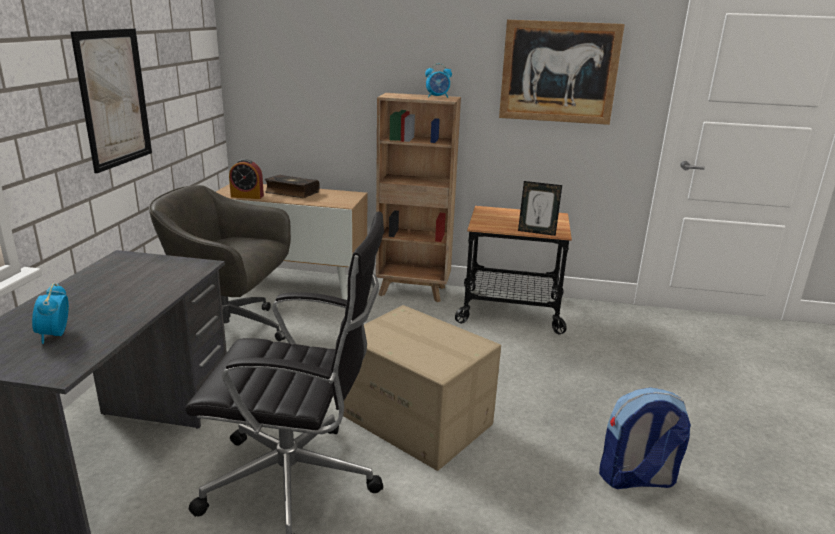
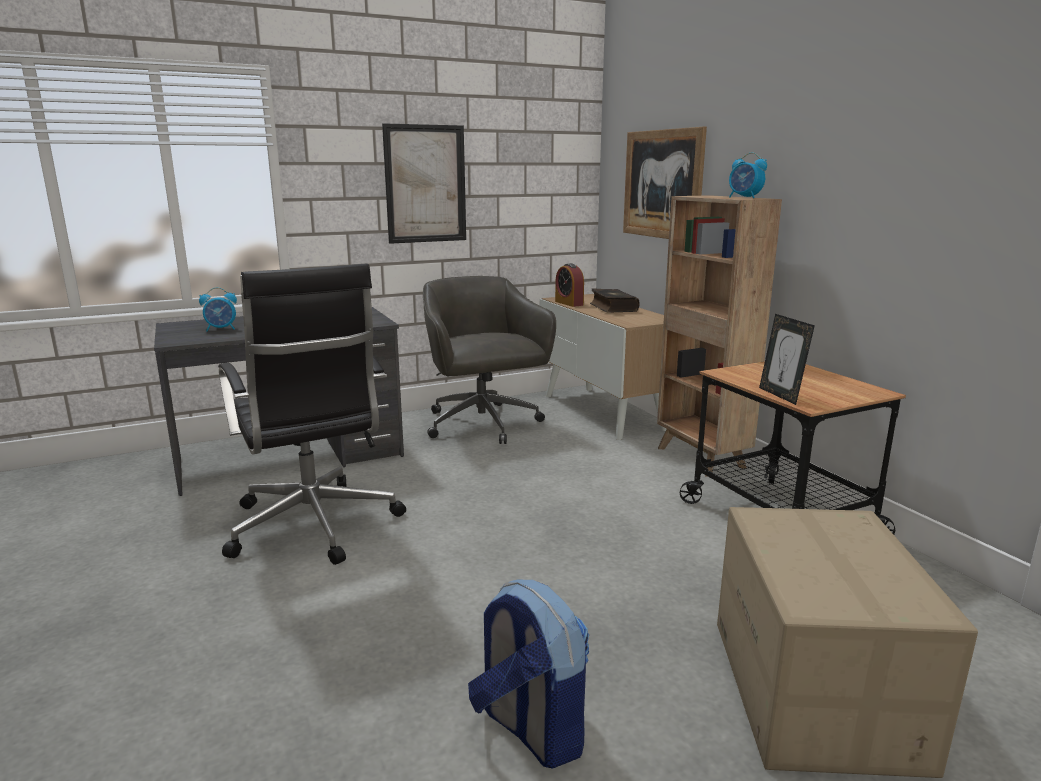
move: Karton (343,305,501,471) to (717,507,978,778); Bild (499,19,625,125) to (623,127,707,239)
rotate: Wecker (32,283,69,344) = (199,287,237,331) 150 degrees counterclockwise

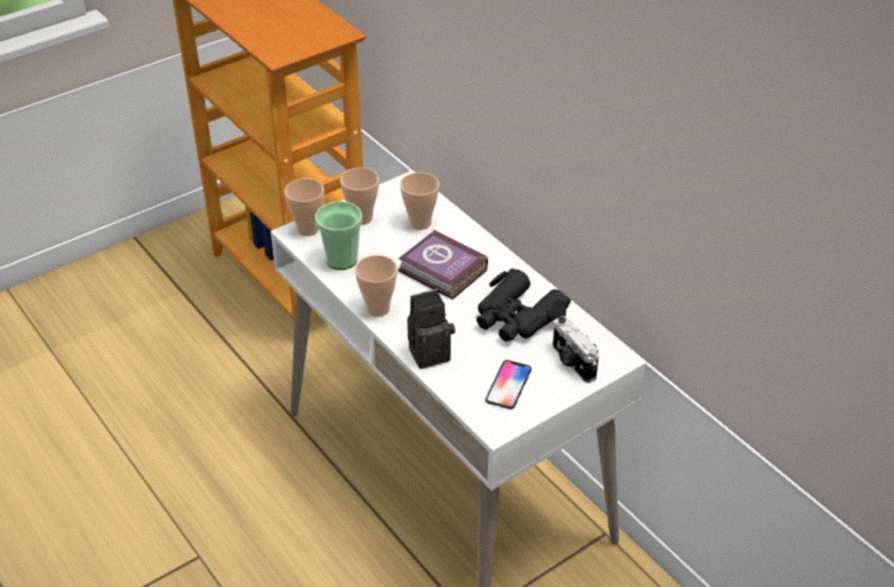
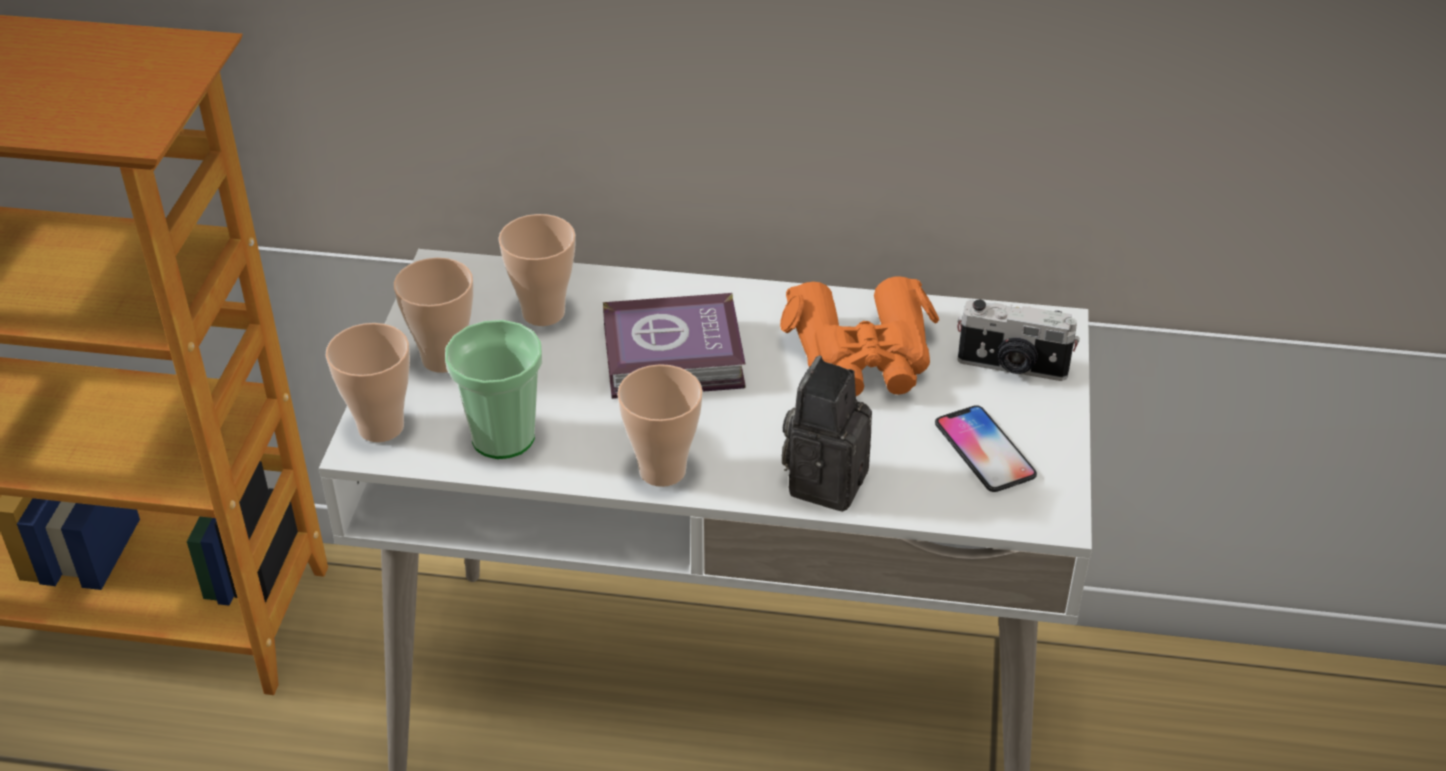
recolor: Fernglas (schwarz) (476,268,571,342) to Fernglas (orange) (780,277,939,396)

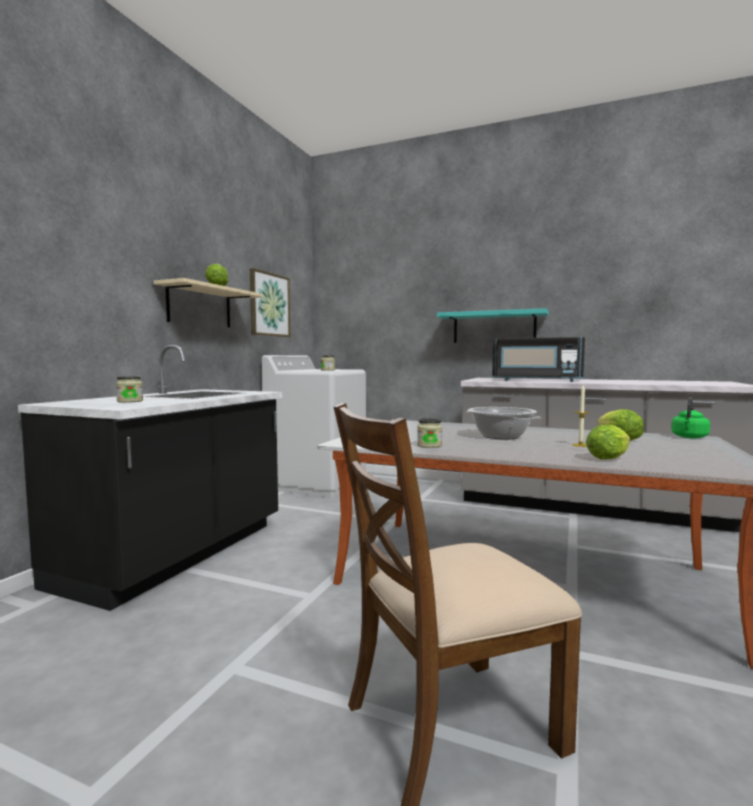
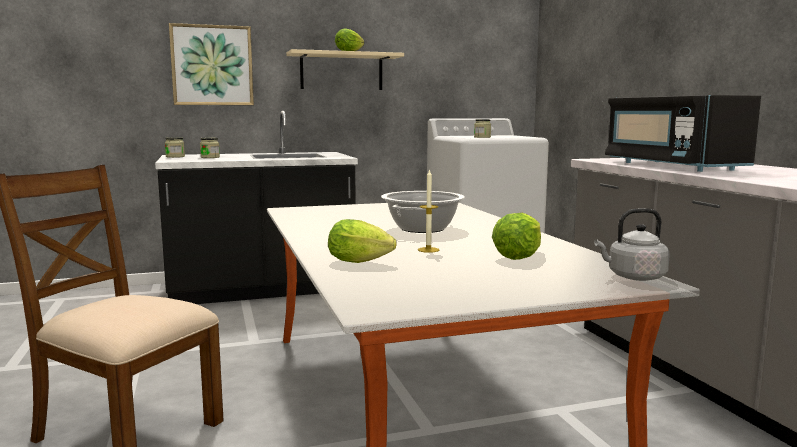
delete: Wandregal (türkis) (437,308,549,343)
move: Bild (250,268,291,337) to (169,23,254,105); Vorratsglas (417,418,442,448) to (165,137,185,158)
recolor: Wasserkessel (grün) (671,397,710,438) to Wasserkessel (grau) (594,208,670,281)

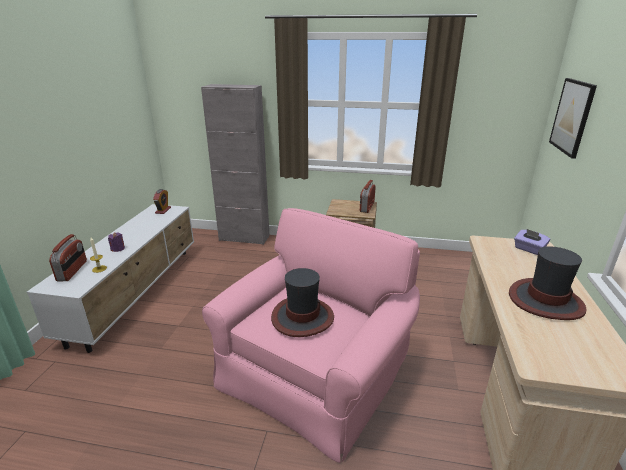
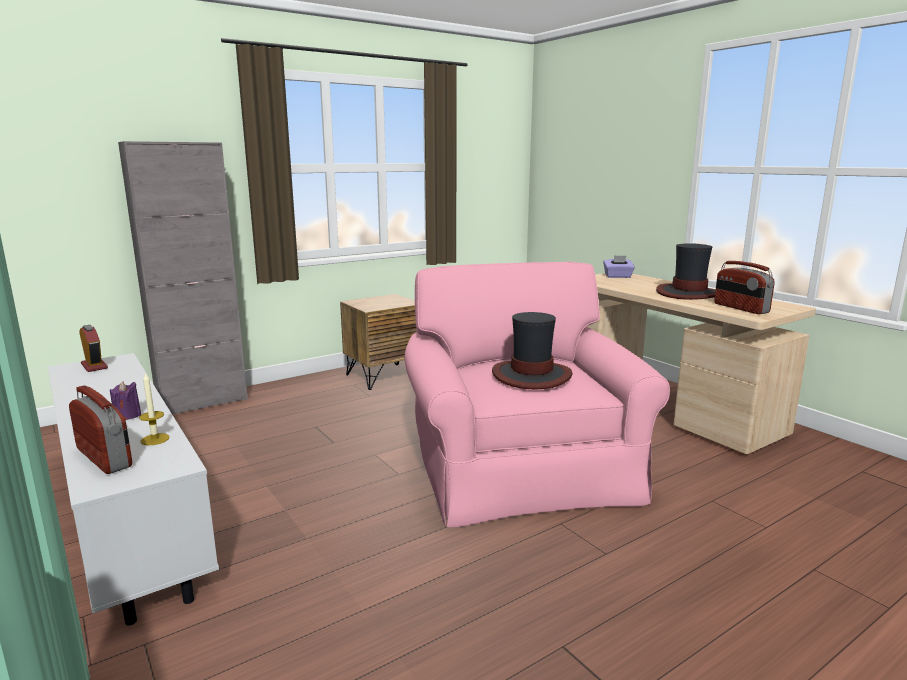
delete: Bild (549,78,597,159)
move: Radio (360,180,376,213) to (714,261,775,314)

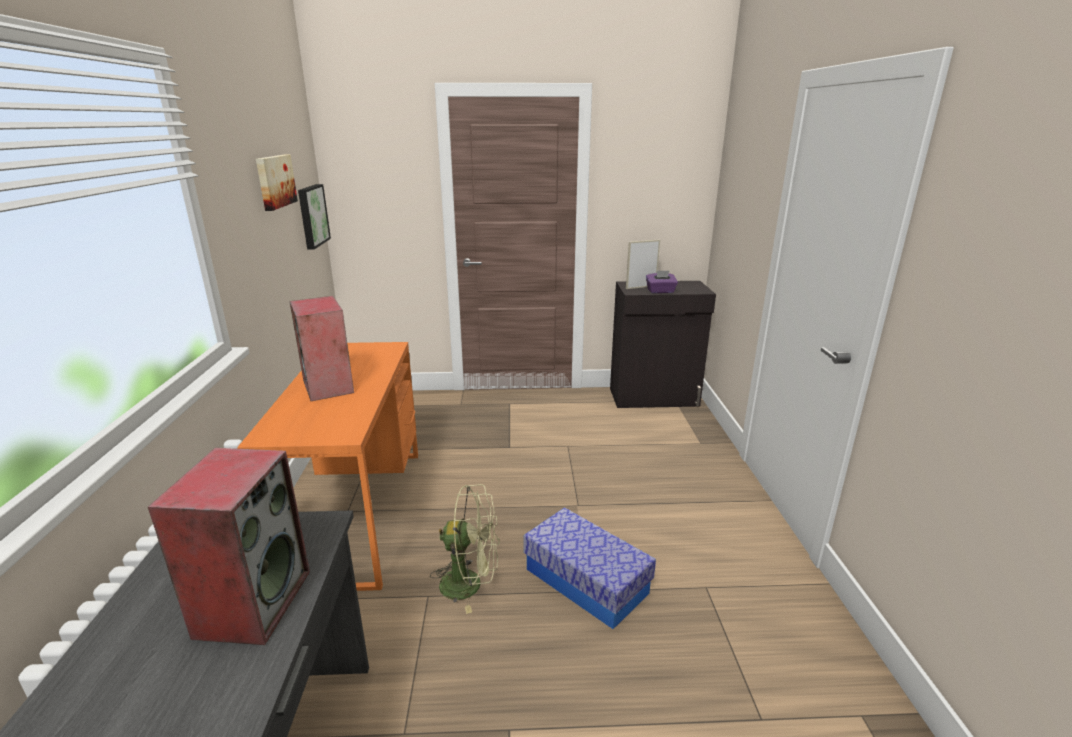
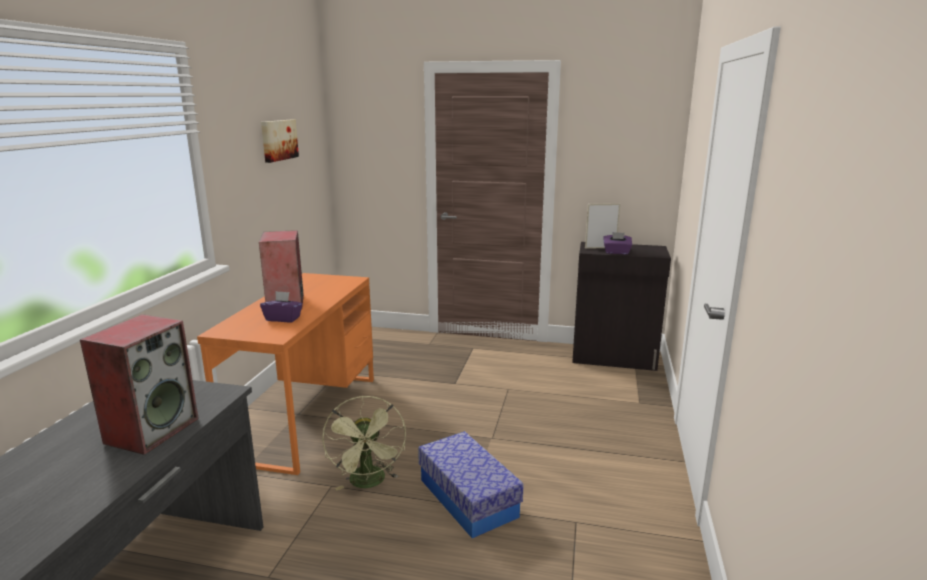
delete: Bild (298,184,331,250)
insert: Taschentuchbox (lila) (260,291,303,322)
rotate: Ventilator (grün) (430,484,499,614) = (322,396,406,490) 60 degrees clockwise

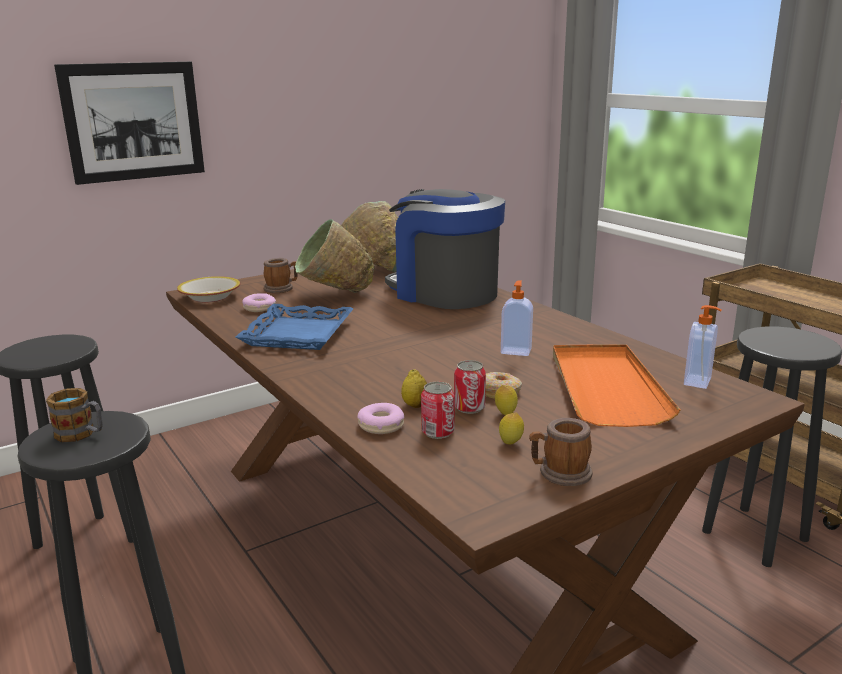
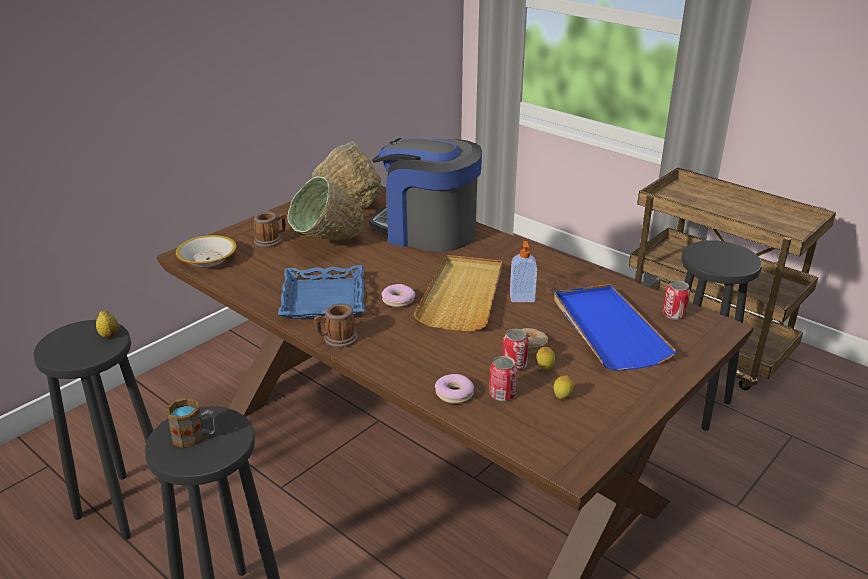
delete: Bild (54,62,205,185)
insert: Tablett (beige) (414,255,502,332)
move: Donut (242,293,276,312) to (382,284,415,307); Zitrone (401,369,427,408) to (96,310,118,338); Henkelbecher (529,418,593,486) to (314,303,358,348)
replace: Seifenspender (684,305,722,389) to Dose (663,280,690,320)
recolor: Tablett (orange) (553,344,680,427) to Tablett (blau) (554,284,677,371)

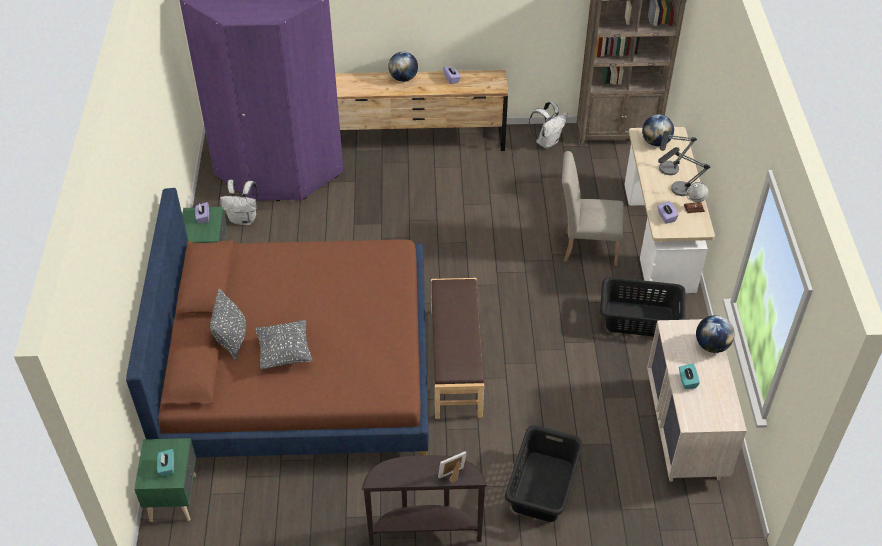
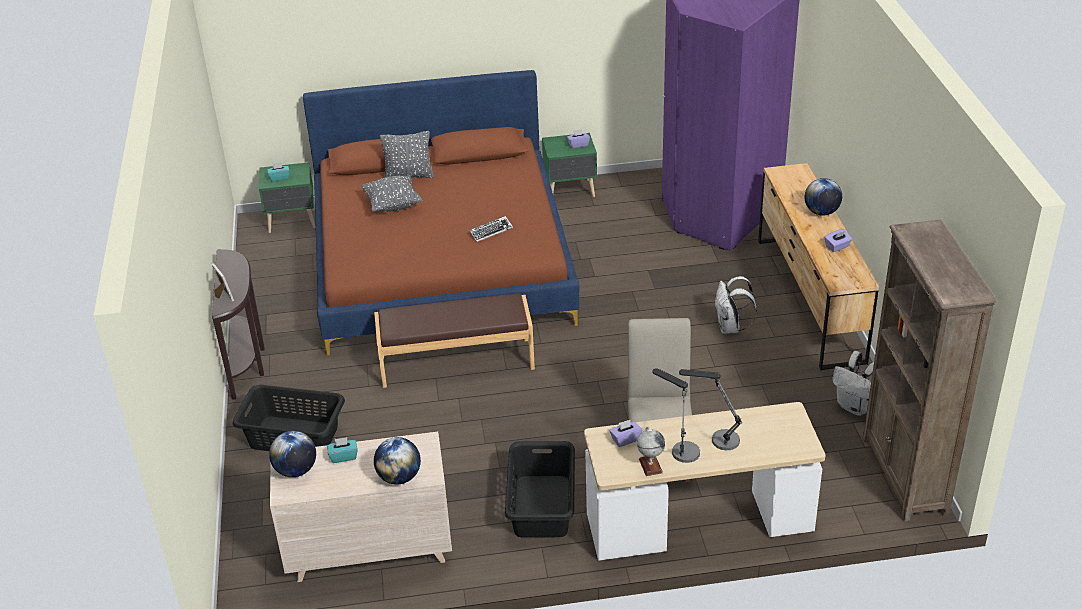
insert: Tastatur (469,216,513,242)
move: Rucksack (weiß) (220,180,258,225) to (715,276,757,334); Globus (642,114,674,146) to (269,431,316,477)

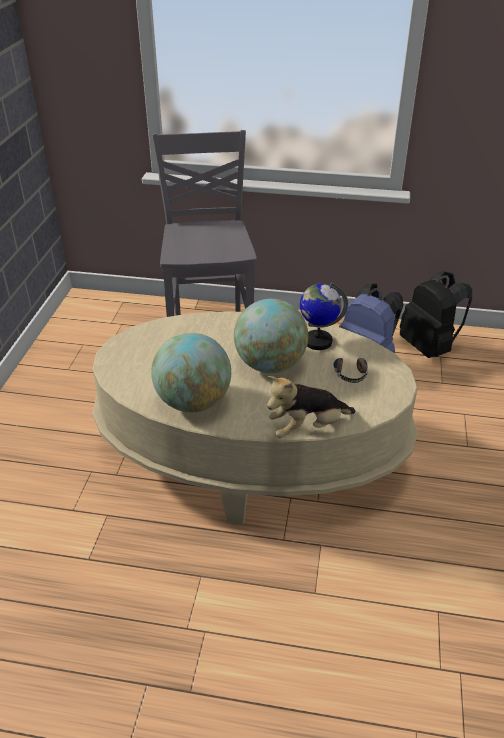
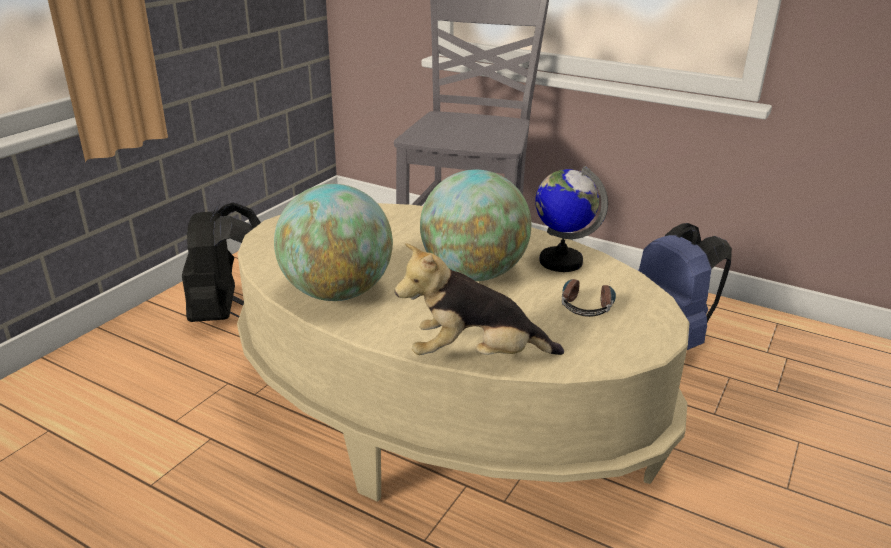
move: Rucksack (schwarz) (400,271,472,358) to (182,203,261,322)

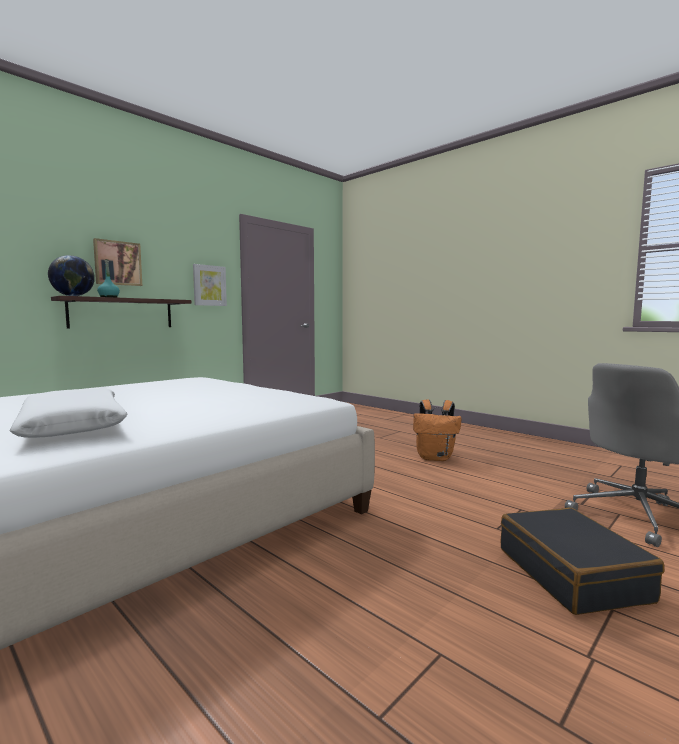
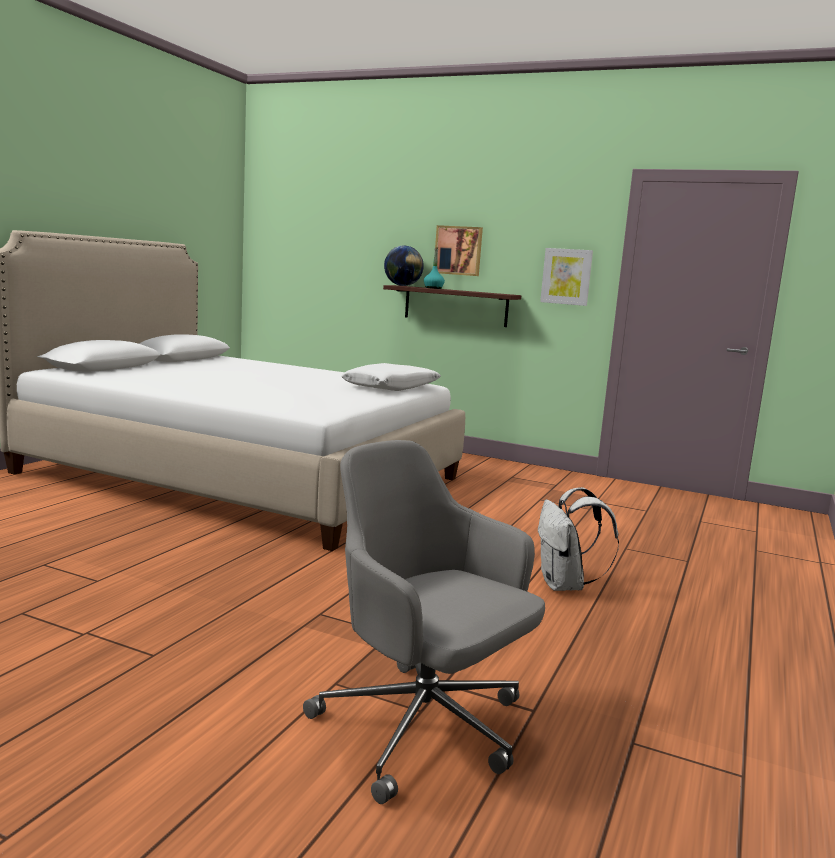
delete: Koffer (schwarz) (501,508,664,615)
move: Kissen (weiß) (10,388,127,438) to (341,363,441,391)
recolor: Rucksack (orange) (413,399,462,461) to Rucksack (weiß) (538,487,619,591)

